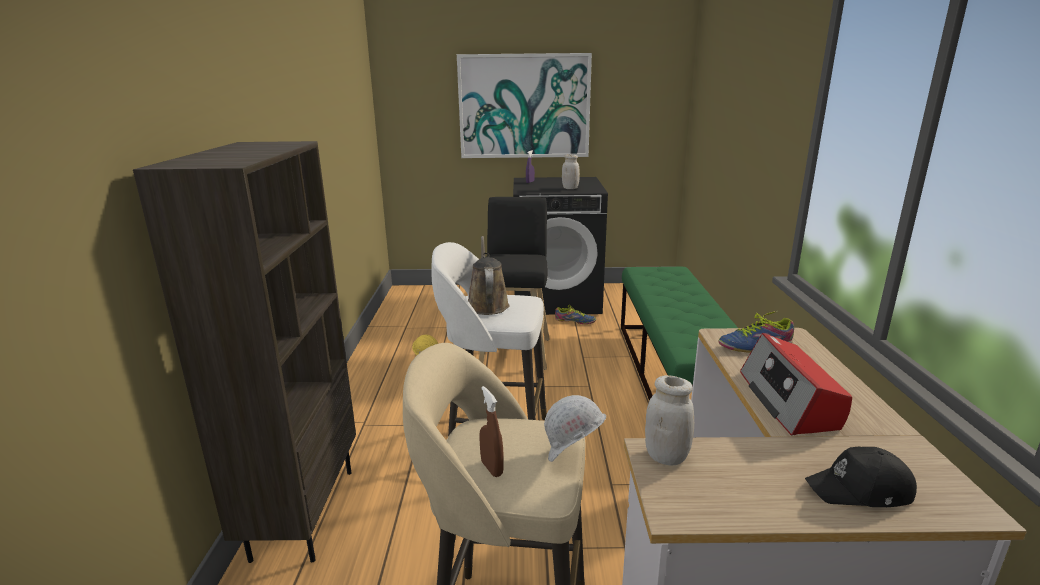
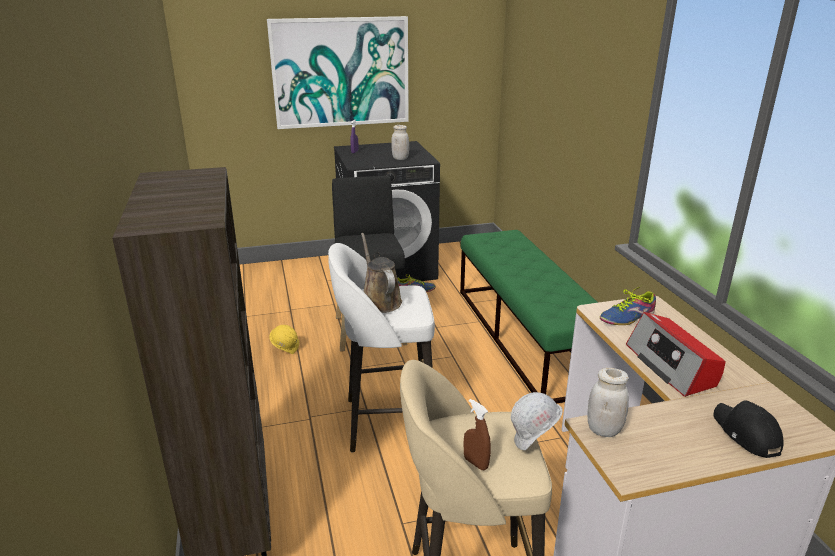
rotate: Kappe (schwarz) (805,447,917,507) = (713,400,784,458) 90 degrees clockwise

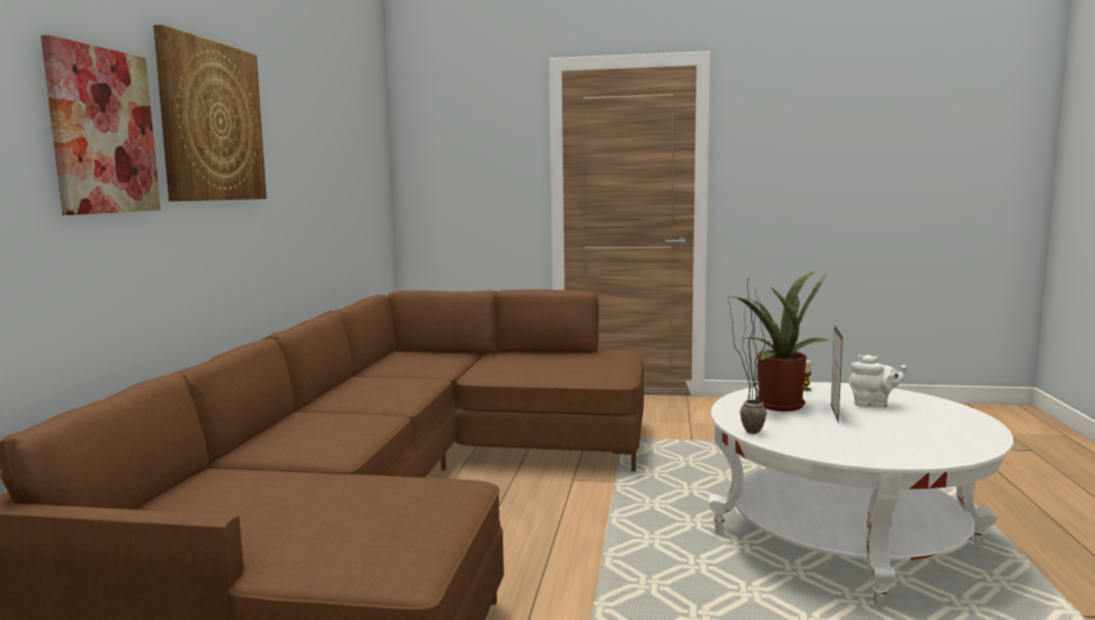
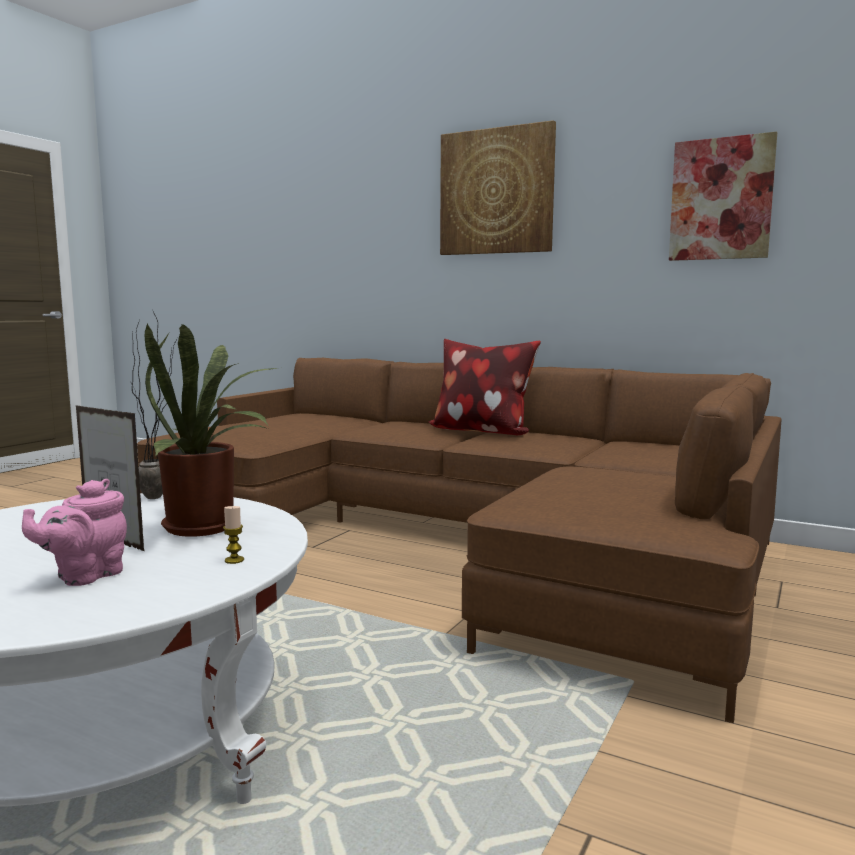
insert: Kissen (429,339,541,435)
move: Bild (41,35,161,215) to (669,132,777,261)
recolor: Teekanne (weiß) (849,354,908,407) to Teekanne (rosa) (22,479,127,586)

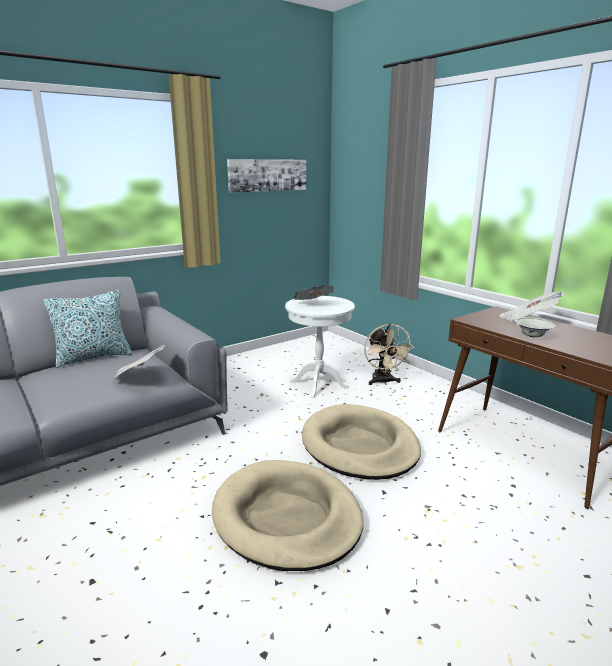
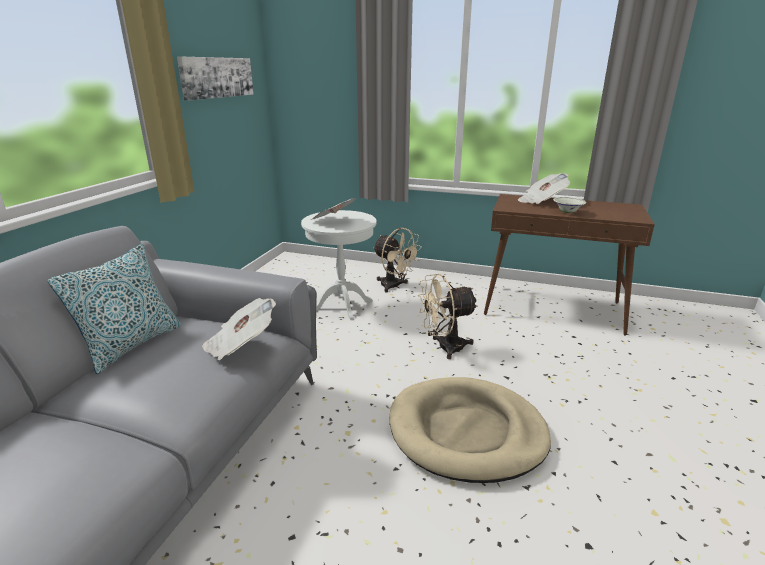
replace: Hundebett (beige) (302,404,421,480) to Ventilator (beige) (418,274,478,359)

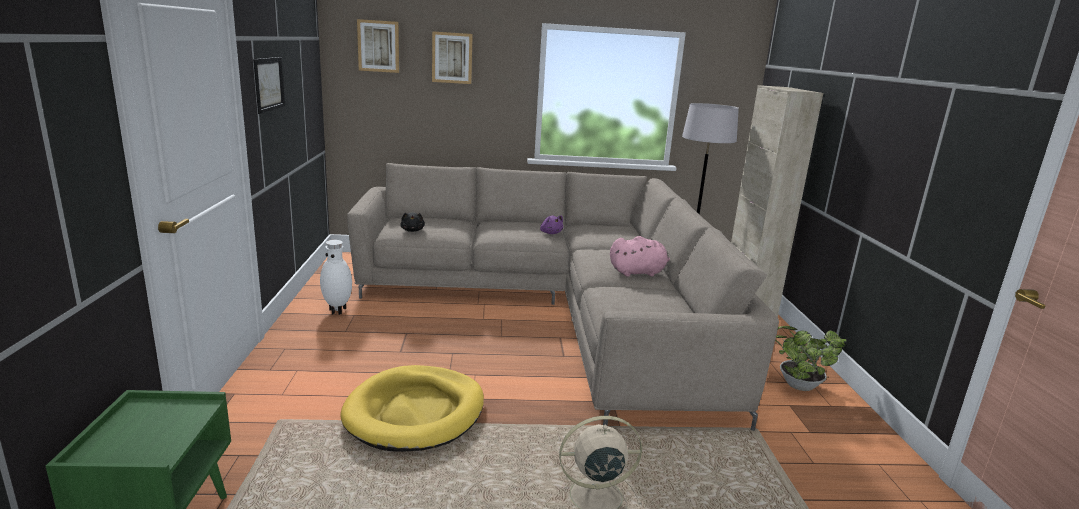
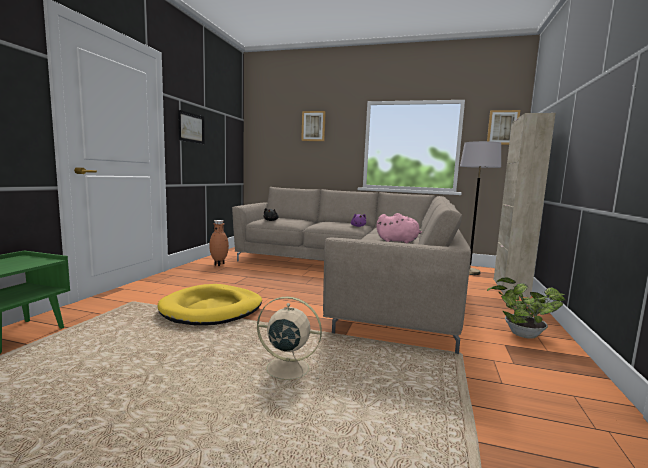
move: Bild (357,19,399,73) to (487,110,520,145)
recolor: Vase (weiß) (320,240,352,315) to Vase (braun) (209,220,229,266)

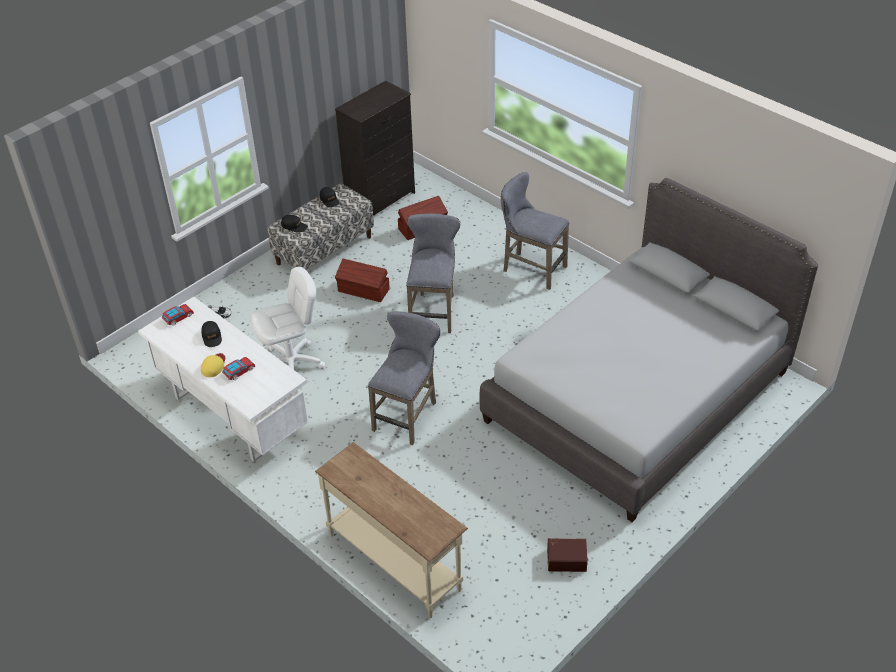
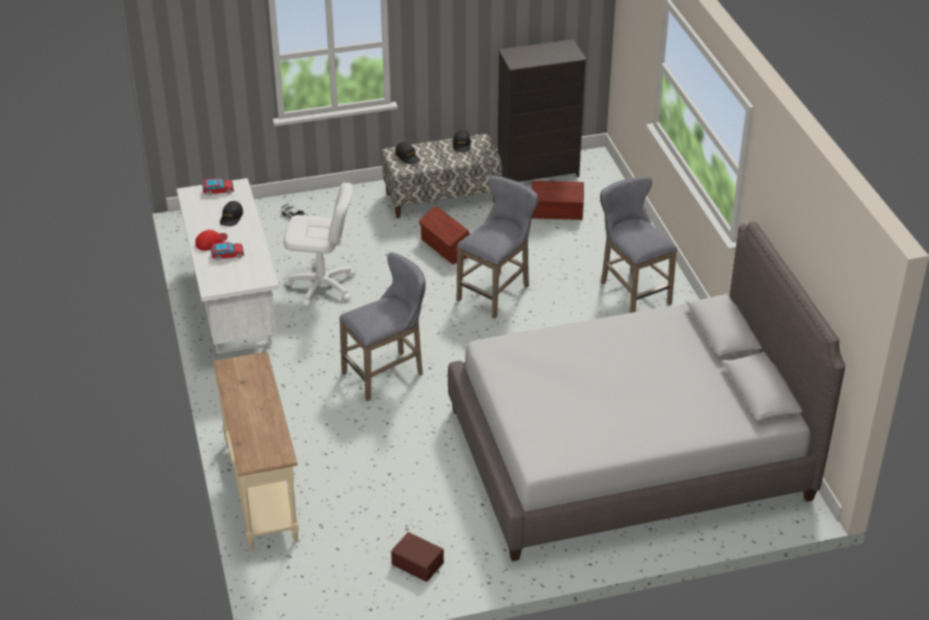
recolor: Kappe (gelb) (201,353,225,377) to Kappe (rot) (195,230,228,251)

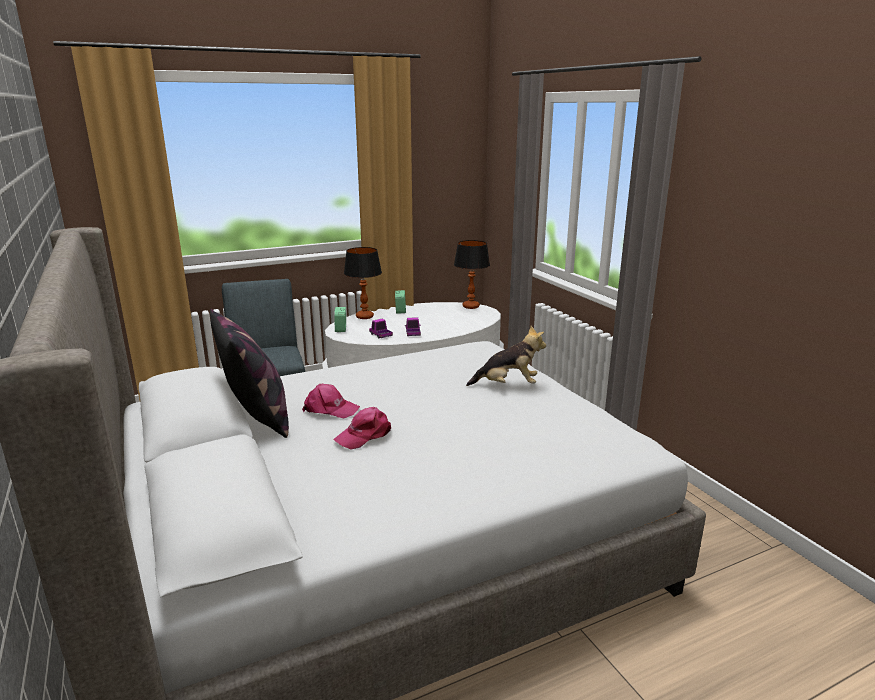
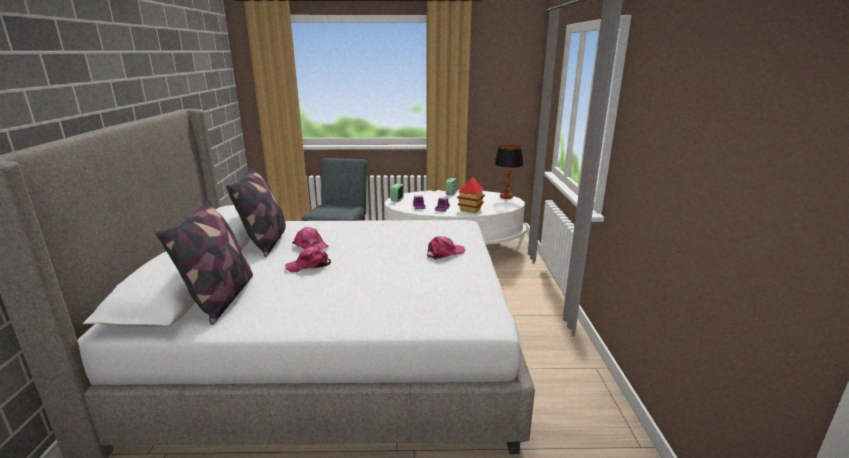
delete: Tischlampe (344,247,382,319)
insert: Kissen (156,200,253,325); Spielzeughaus (457,177,485,213)
replace: Plüschtier (466,326,546,386) to Kappe (rosa) (427,236,465,260)

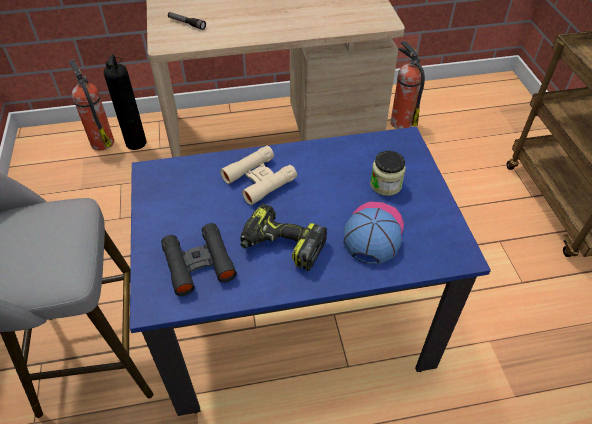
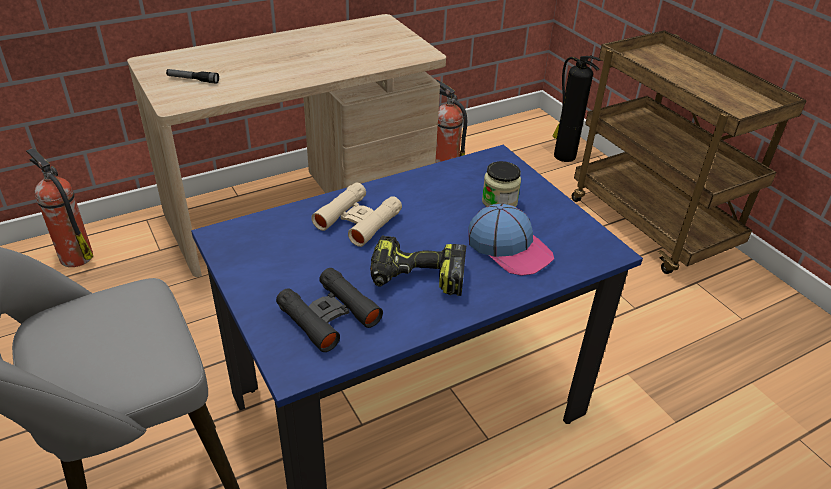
move: Feuerlöscher (103,54,147,150) to (552,55,601,162)
rotate: Kappe (343,202,404,264) = (469,204,554,276) 135 degrees clockwise

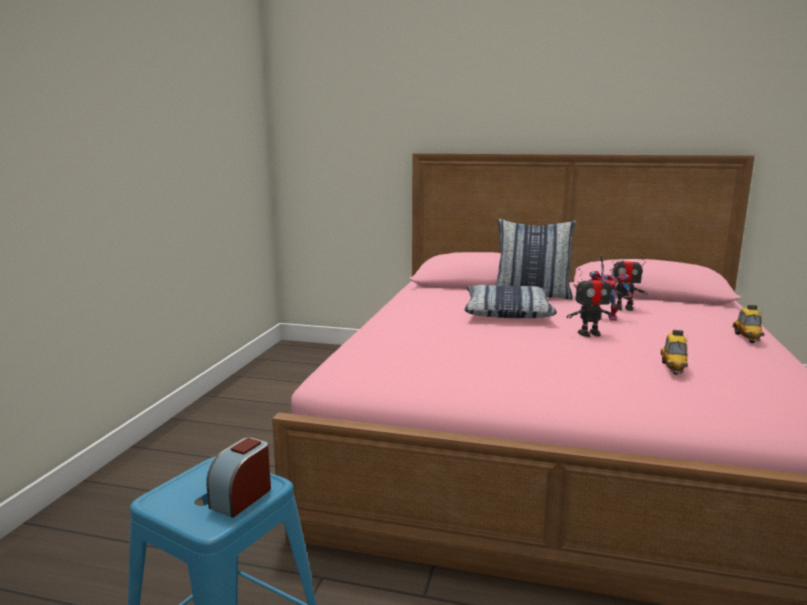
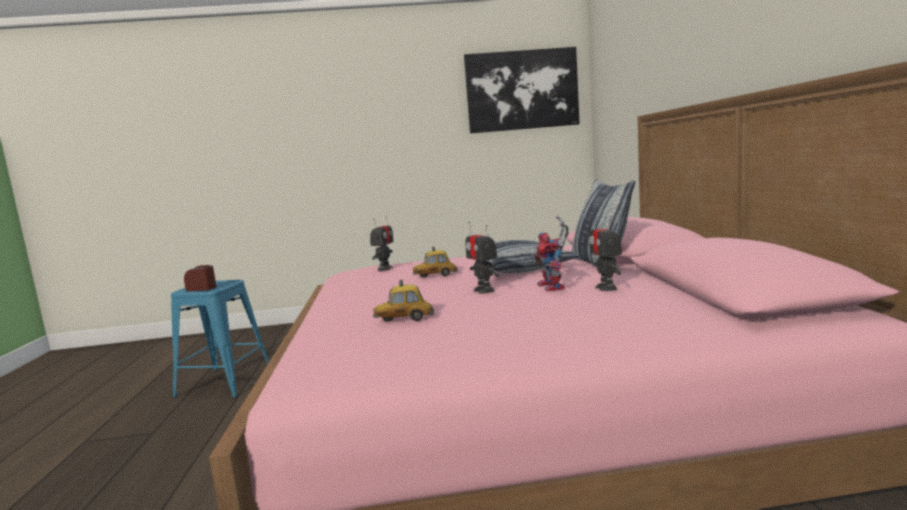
insert: Spielzeugroboter (370,216,394,271); Bild (464,47,580,133)
move: Spielzeugauto (733,305,764,343) to (413,247,458,278)

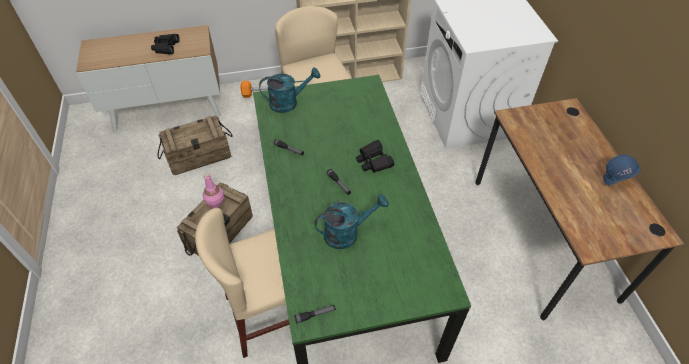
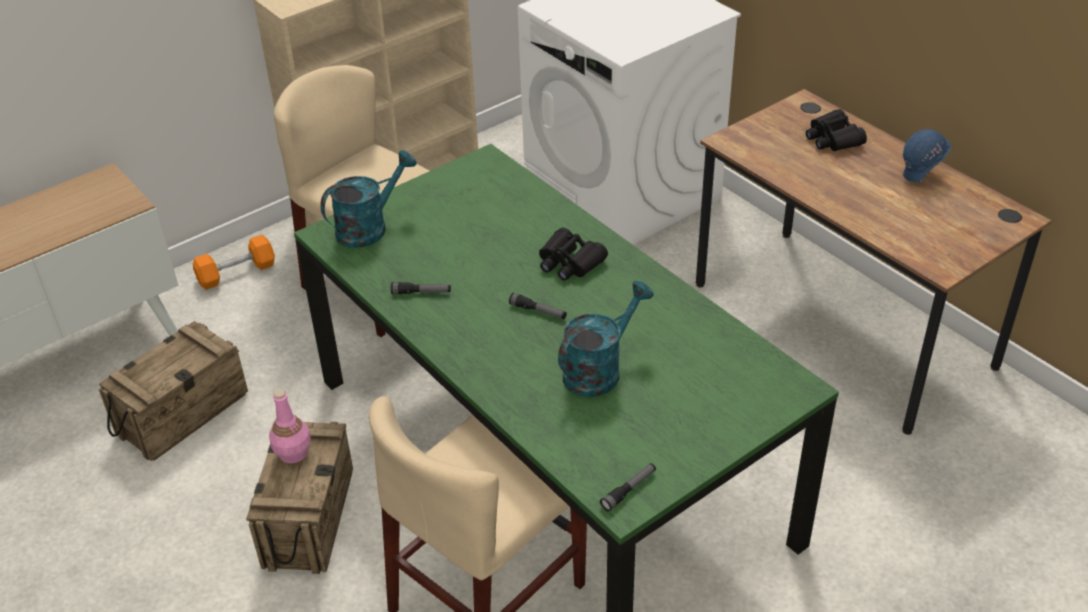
move: Fernglas (schwarz) (151,34,180,55) to (806,109,867,151)

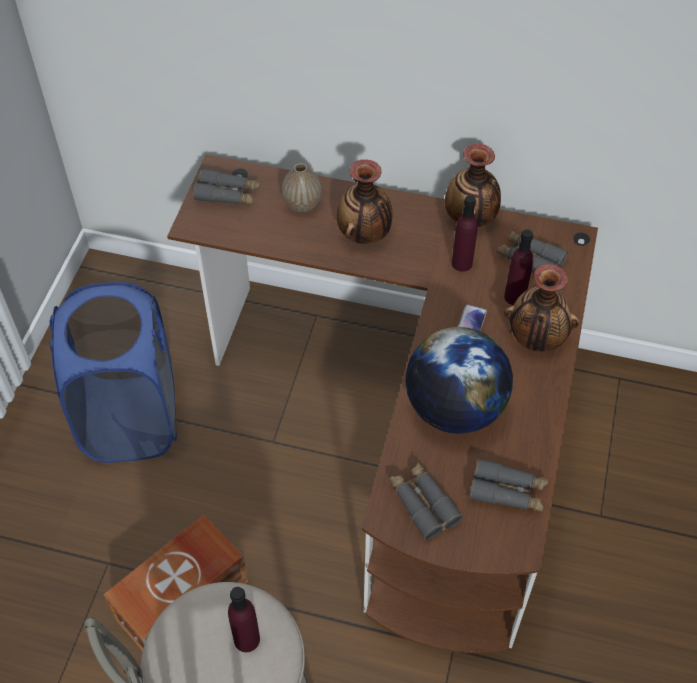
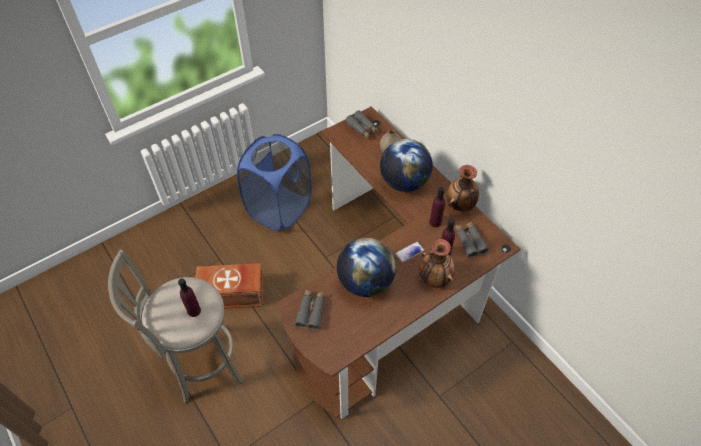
delete: Fernglas (grau) (469,458,549,512)
replace: Vase (337,159,393,244) to Globus (380,139,433,192)

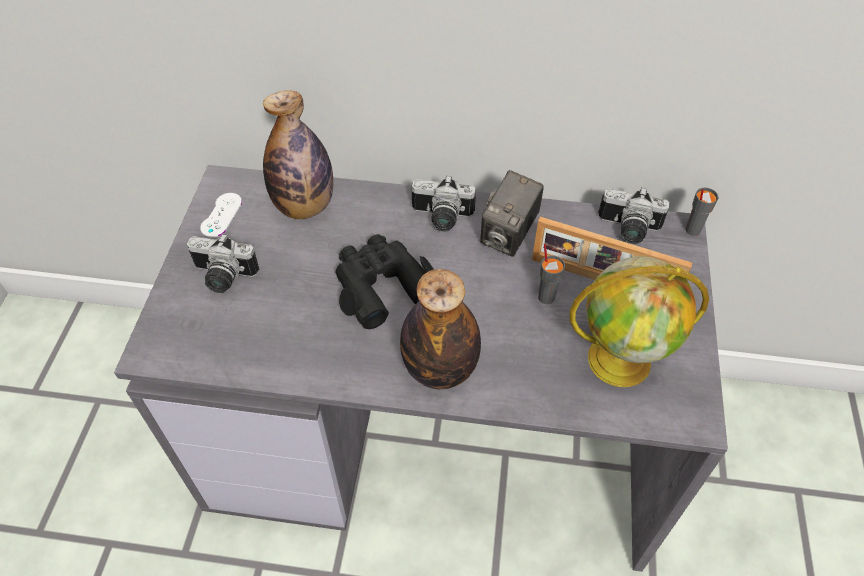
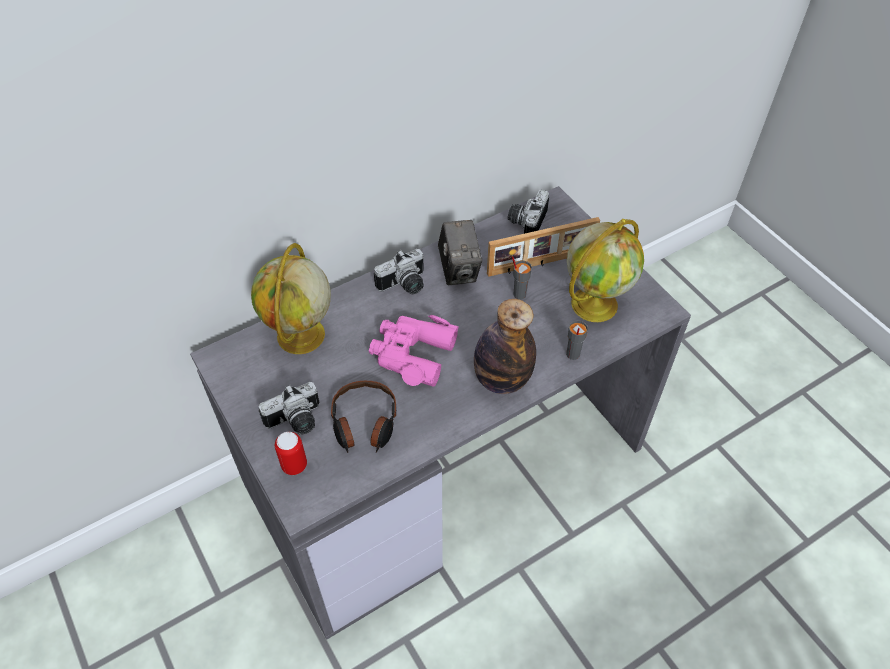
delete: Gamepad (weiß) (200,193,242,237)
insert: Dose (275,432,307,475); Kopfhörer (331,381,396,453)
move: Tasse (grau) (685,188,719,236) to (566,320,588,360)
replace: Flasche (263,90,333,219) to Globus (251,243,331,354)
recolor: Fernglas (schwarz) (336,234,434,329) to Fernglas (rosa) (369,315,459,387)
rotate: Kamera (598,187,669,244) = (508,190,549,234) 135 degrees clockwise

